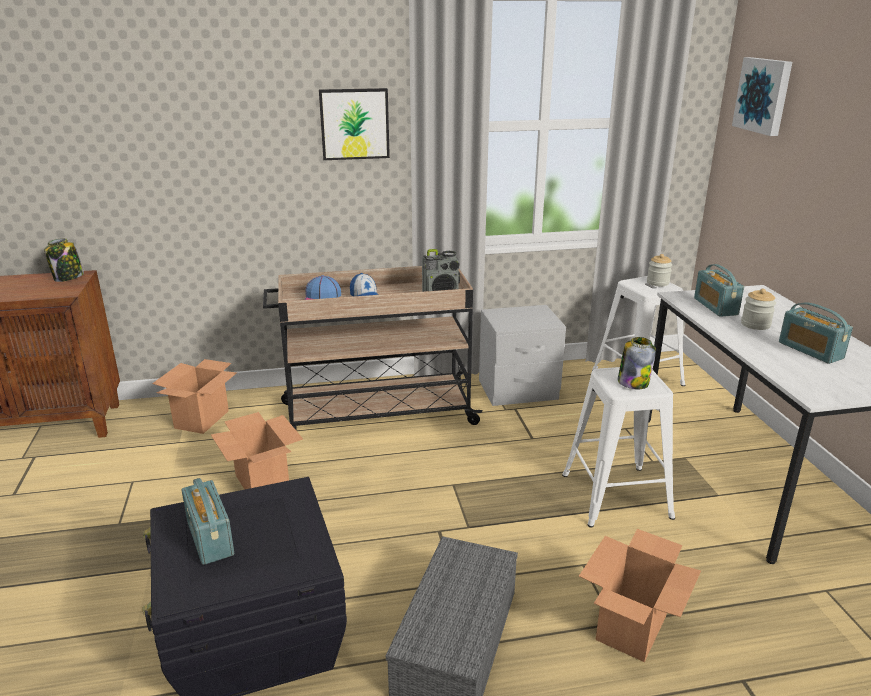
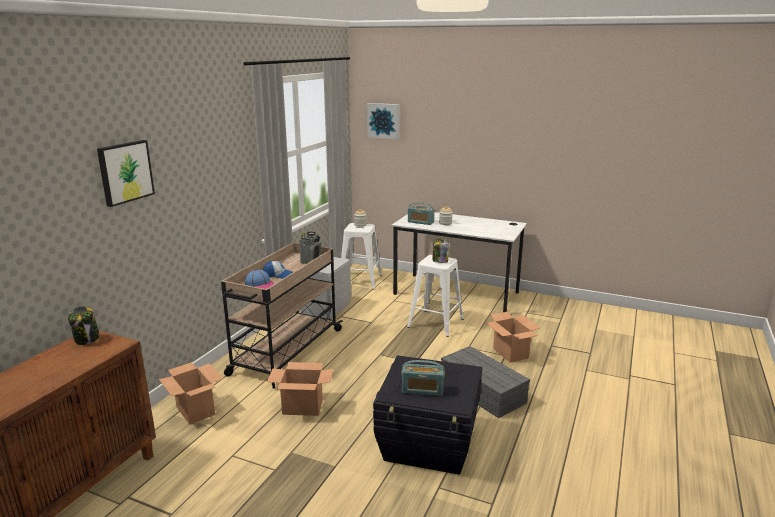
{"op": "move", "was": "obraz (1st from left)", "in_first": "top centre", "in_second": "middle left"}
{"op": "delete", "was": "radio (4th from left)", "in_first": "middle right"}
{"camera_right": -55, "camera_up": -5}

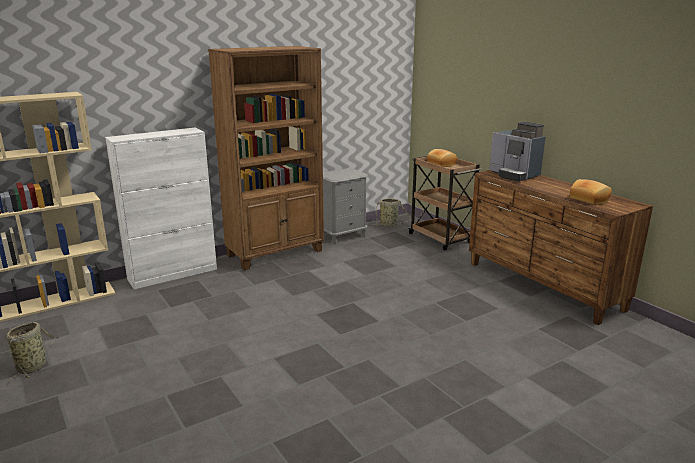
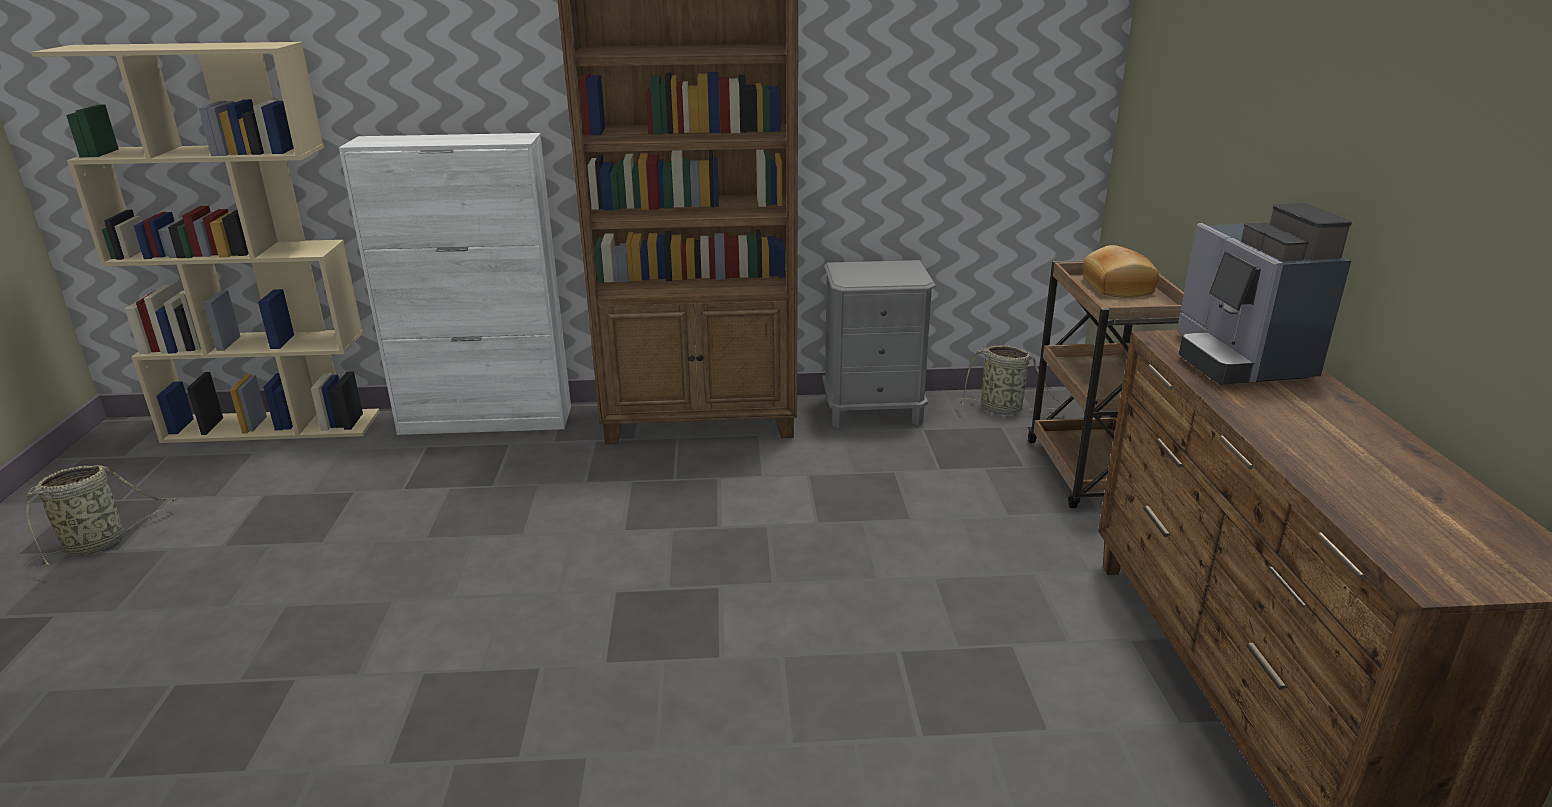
{"op": "delete", "was": "chleb (2nd from left)", "in_first": "middle right"}
{"camera_right": 30, "camera_up": 5}

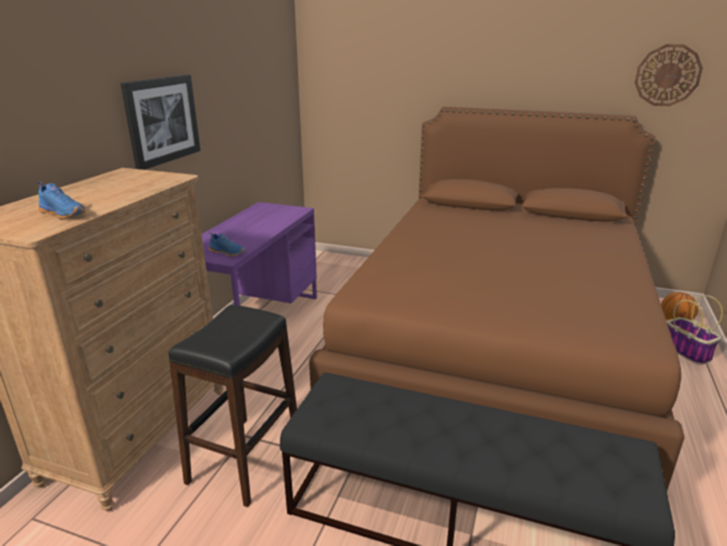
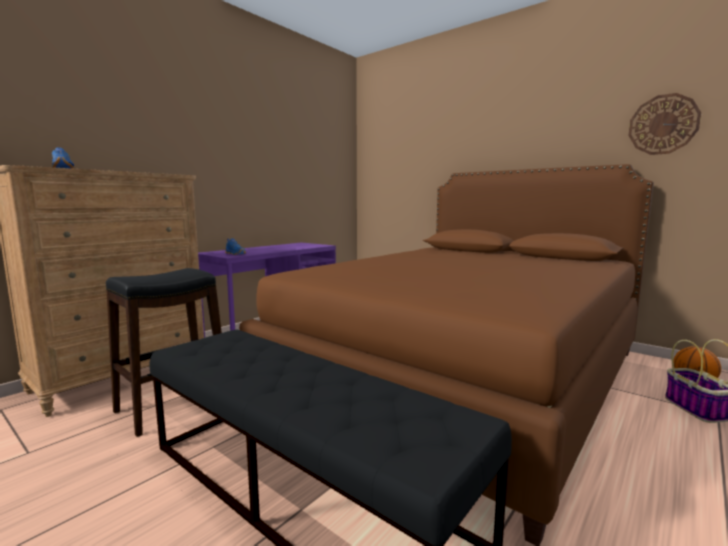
{"op": "delete", "was": "obraz", "in_first": "top left"}
{"camera_right": 20, "camera_up": -15}

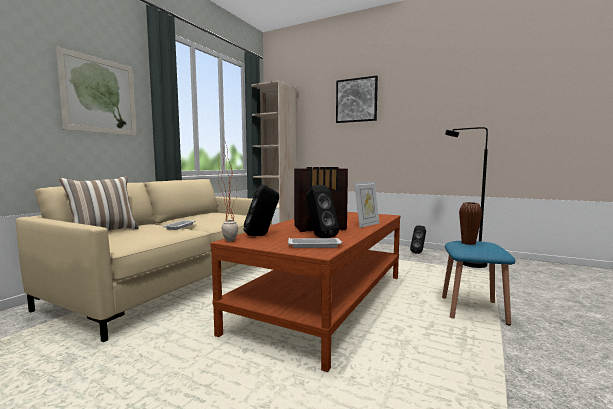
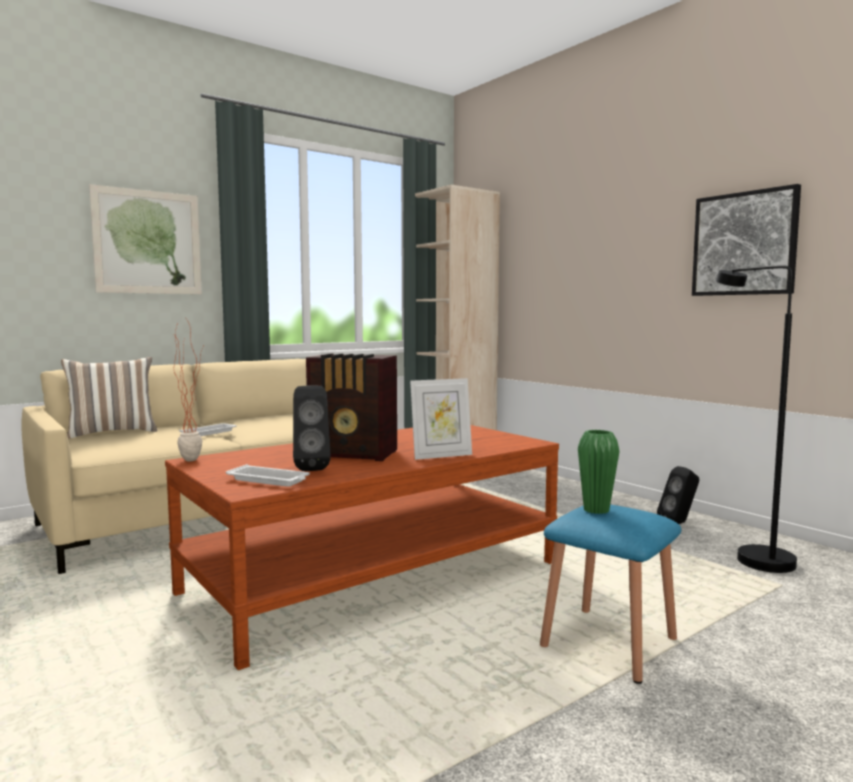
{"op": "recolor", "was": "wazon [brązowy]", "now": "wazon [zielony]", "in_first": "middle right", "in_second": "middle right"}
{"op": "move", "was": "obraz (2nd from left)", "in_first": "top centre", "in_second": "top right"}
{"op": "delete", "was": "głośnik [czarny] (1st from left)", "in_first": "centre"}
{"camera_right": 25, "camera_up": 0}

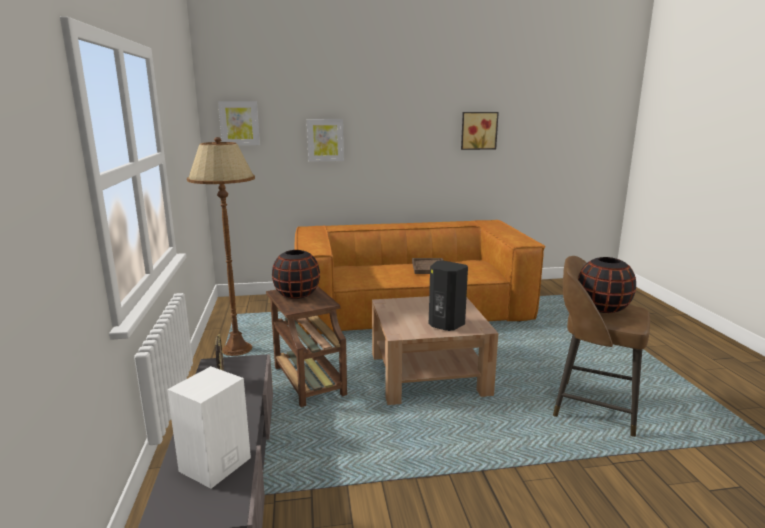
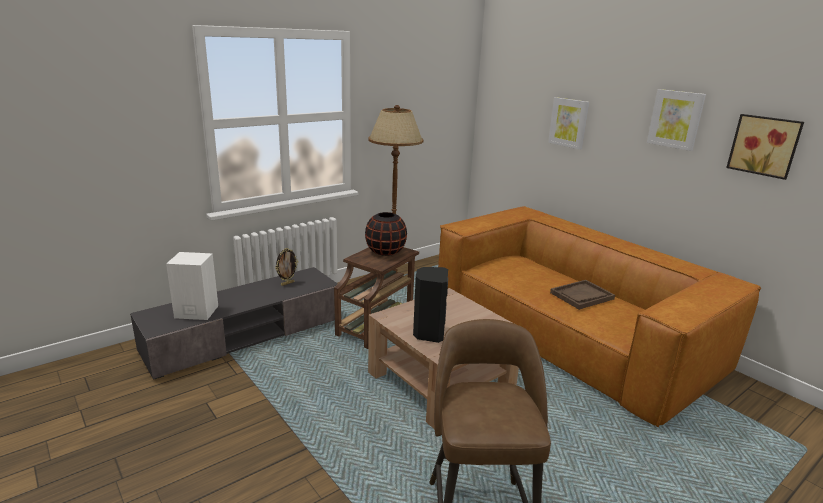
{"op": "move", "was": "obraz (1st from left in the first image)", "now": "obraz (2nd from left)", "in_first": "top left", "in_second": "top right"}
{"op": "delete", "was": "wazon [czarny] (2nd from left)", "in_first": "middle right"}
{"camera_right": 60, "camera_up": 5}

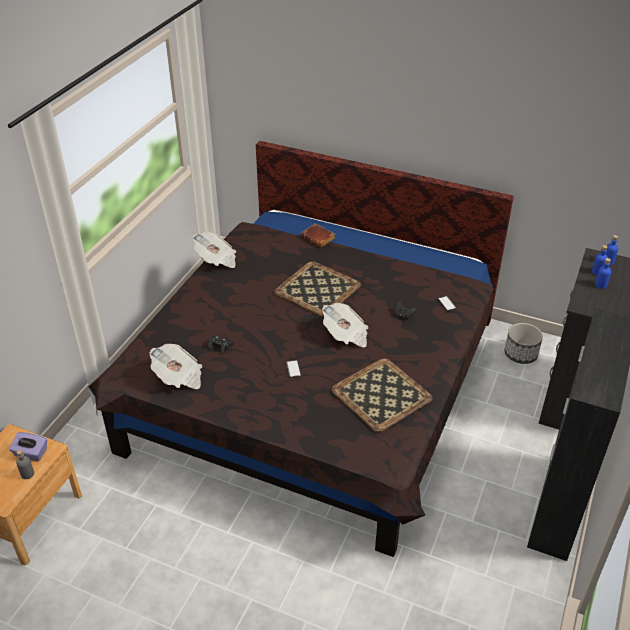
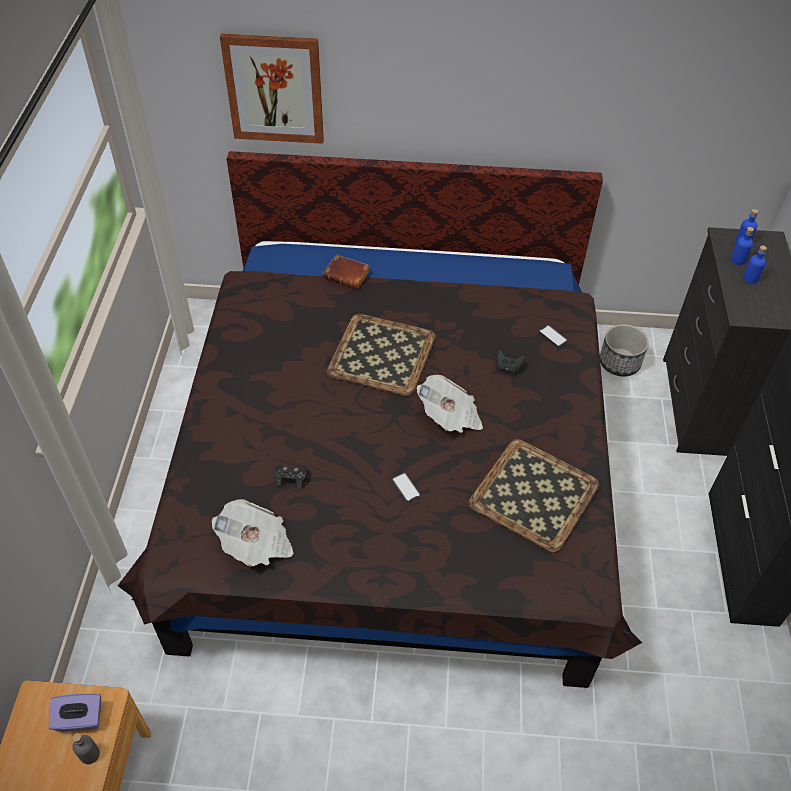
{"op": "insert", "now": "obraz", "in_second": "top centre"}
{"op": "delete", "was": "gazeta (2nd from left)", "in_first": "centre"}
{"camera_right": -20, "camera_up": 10}

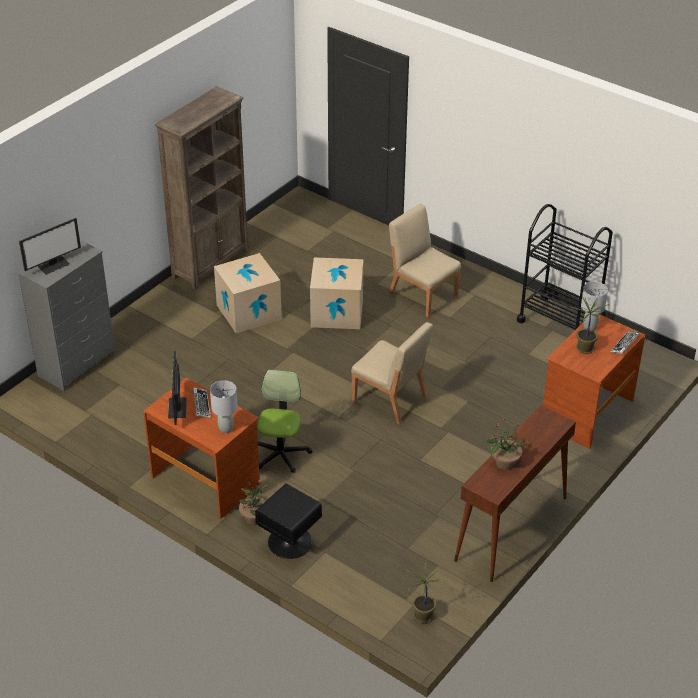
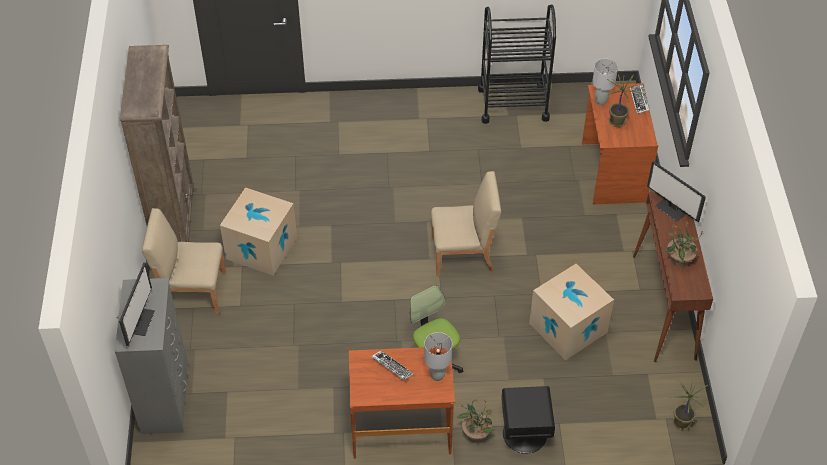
{"op": "move", "was": "krzesło [beżowy] (2nd from left in the first image)", "now": "krzesło [beżowy] (1st from left)", "in_first": "centre", "in_second": "middle left"}
{"op": "move", "was": "karton (2nd from left)", "in_first": "centre", "in_second": "bottom right"}
{"op": "move", "was": "monitor (2nd from left)", "in_first": "middle left", "in_second": "middle right"}
{"camera_right": -40, "camera_up": 10}

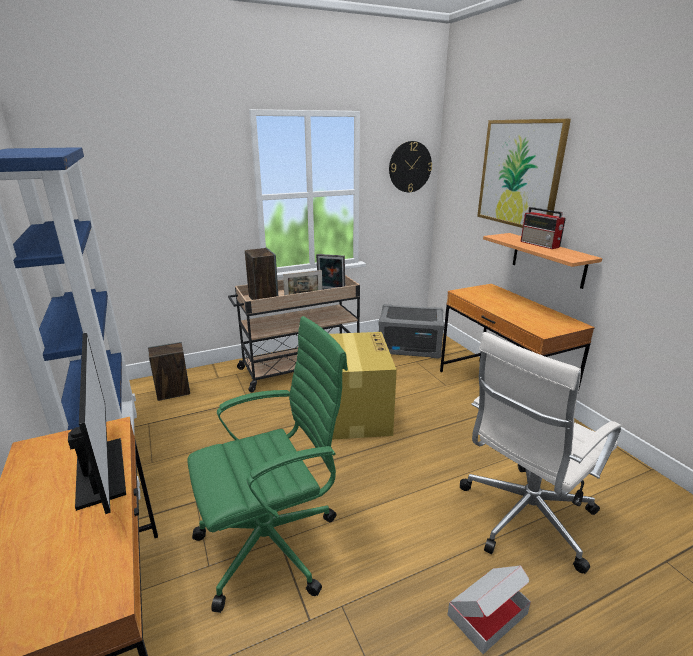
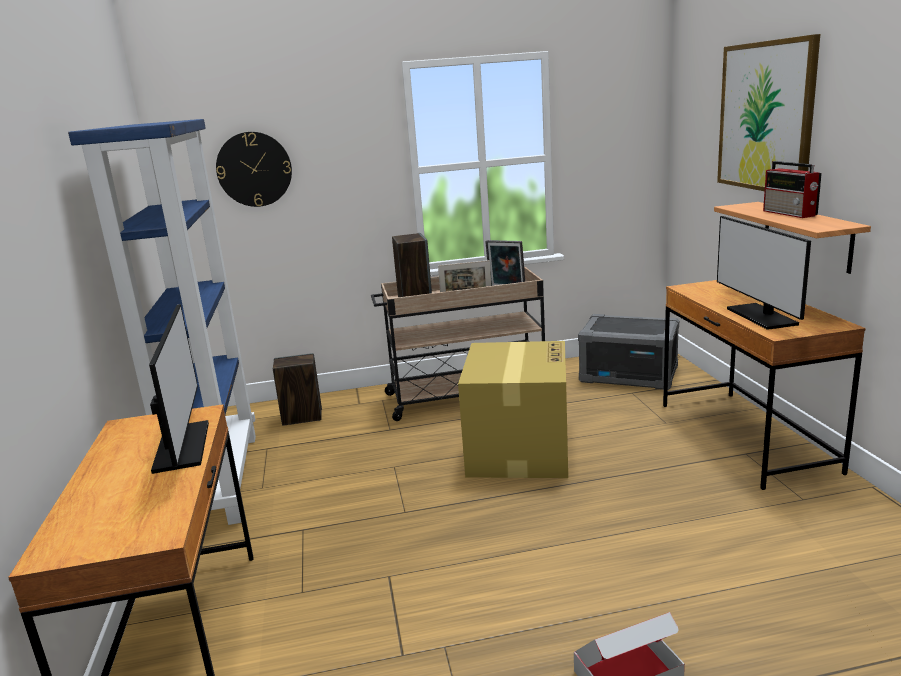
{"op": "move", "was": "zegar ścienny", "in_first": "top centre", "in_second": "top left"}
{"op": "insert", "now": "monitor (2nd from left)", "in_second": "middle right"}
{"op": "delete", "was": "krzesło biurowe [zielony]", "in_first": "bottom centre"}
{"op": "delete", "was": "krzesło biurowe [biały]", "in_first": "bottom right"}
{"camera_right": 15, "camera_up": -5}

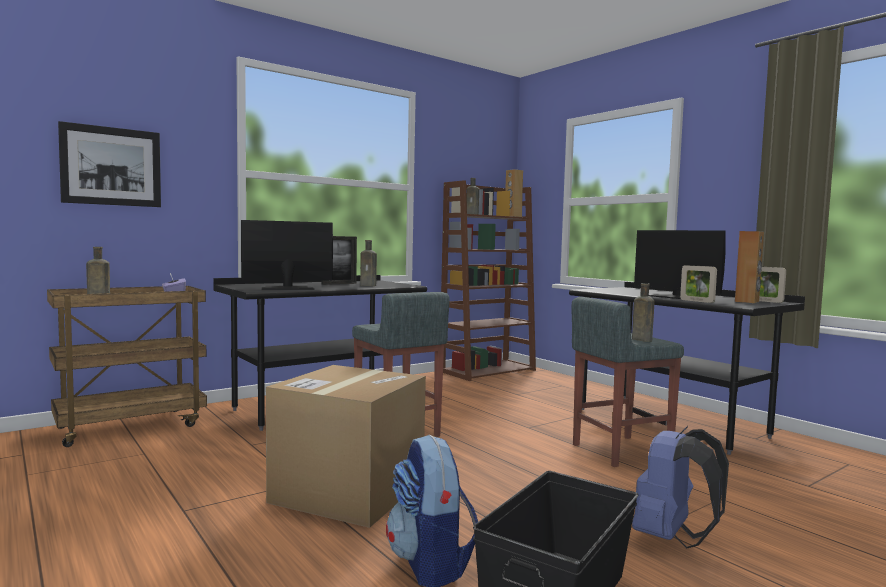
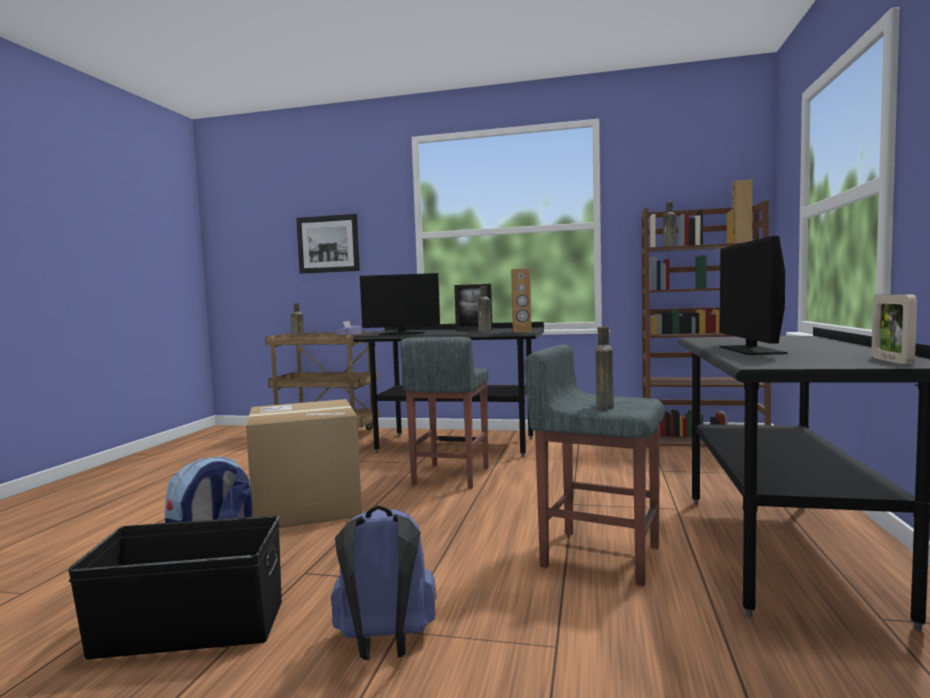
{"op": "rotate", "was": "monitor (1st from left)", "in_first": "middle left", "in_second": "centre", "clockwise": 150}
{"op": "move", "was": "głośnik [brązowy] (2nd from left in the first image)", "now": "głośnik [brązowy] (1st from left)", "in_first": "middle right", "in_second": "centre"}
{"op": "delete", "was": "ramka na zdjęcie (2nd from left)", "in_first": "middle right"}
{"camera_right": 50, "camera_up": 0}

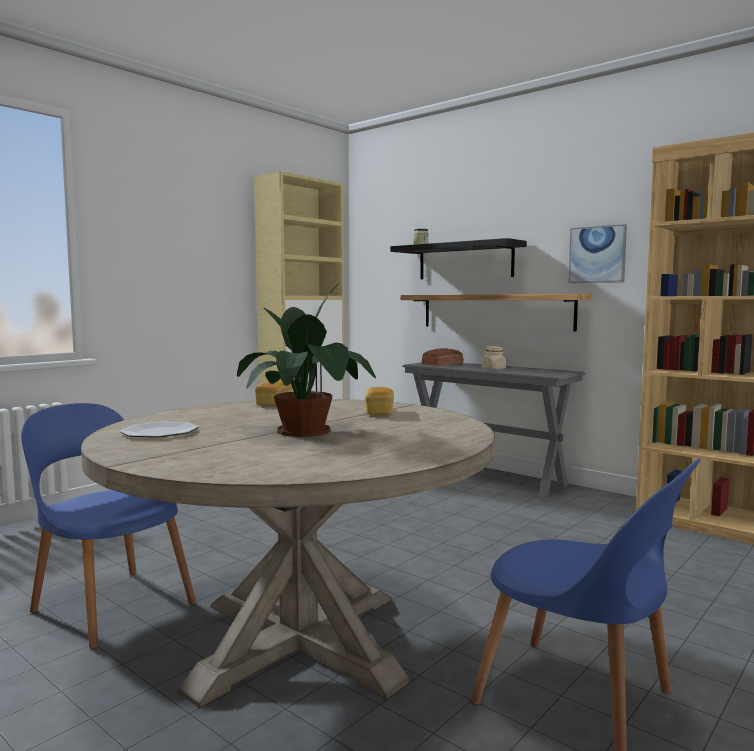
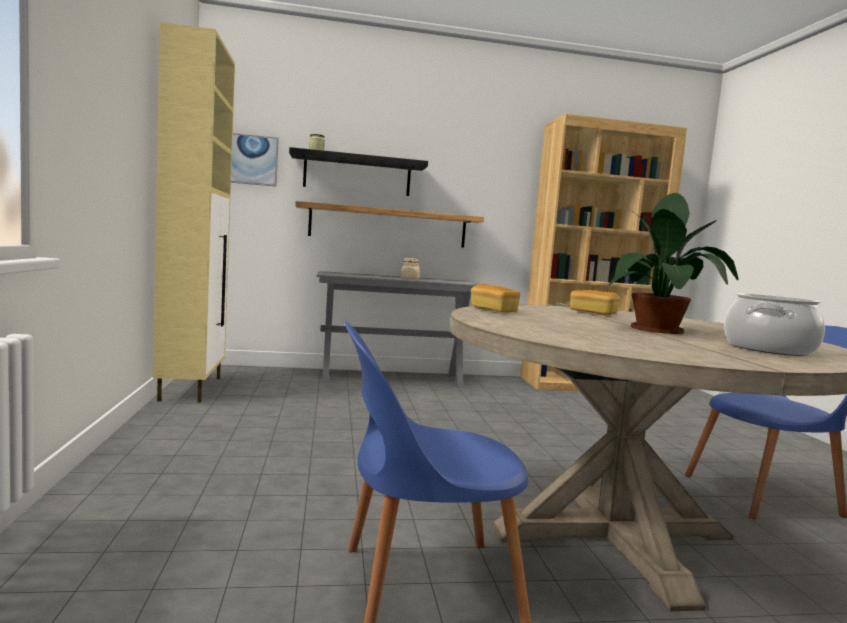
{"op": "move", "was": "obraz", "in_first": "middle right", "in_second": "top left"}
{"op": "insert", "now": "garnek", "in_second": "middle right"}
{"op": "delete", "was": "talerz", "in_first": "middle left"}
{"op": "delete", "was": "chleb (3rd from left)", "in_first": "centre"}
{"camera_right": -50, "camera_up": 0}

